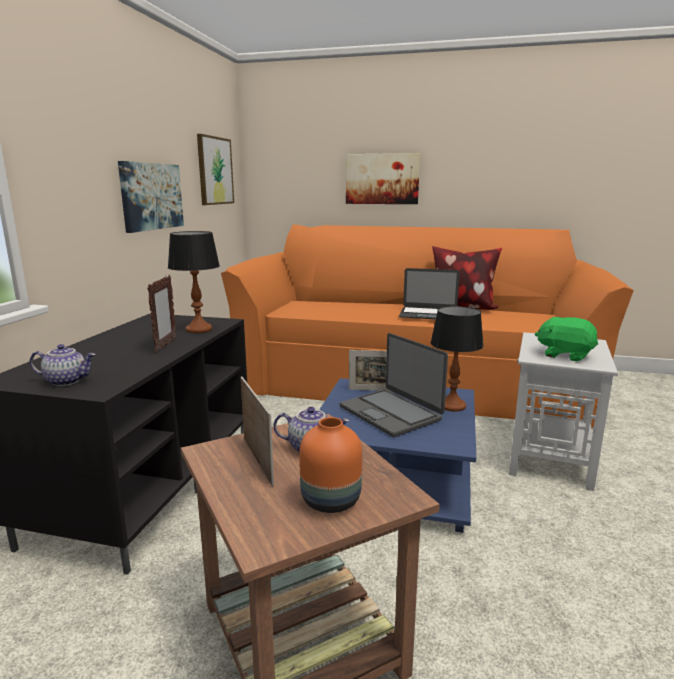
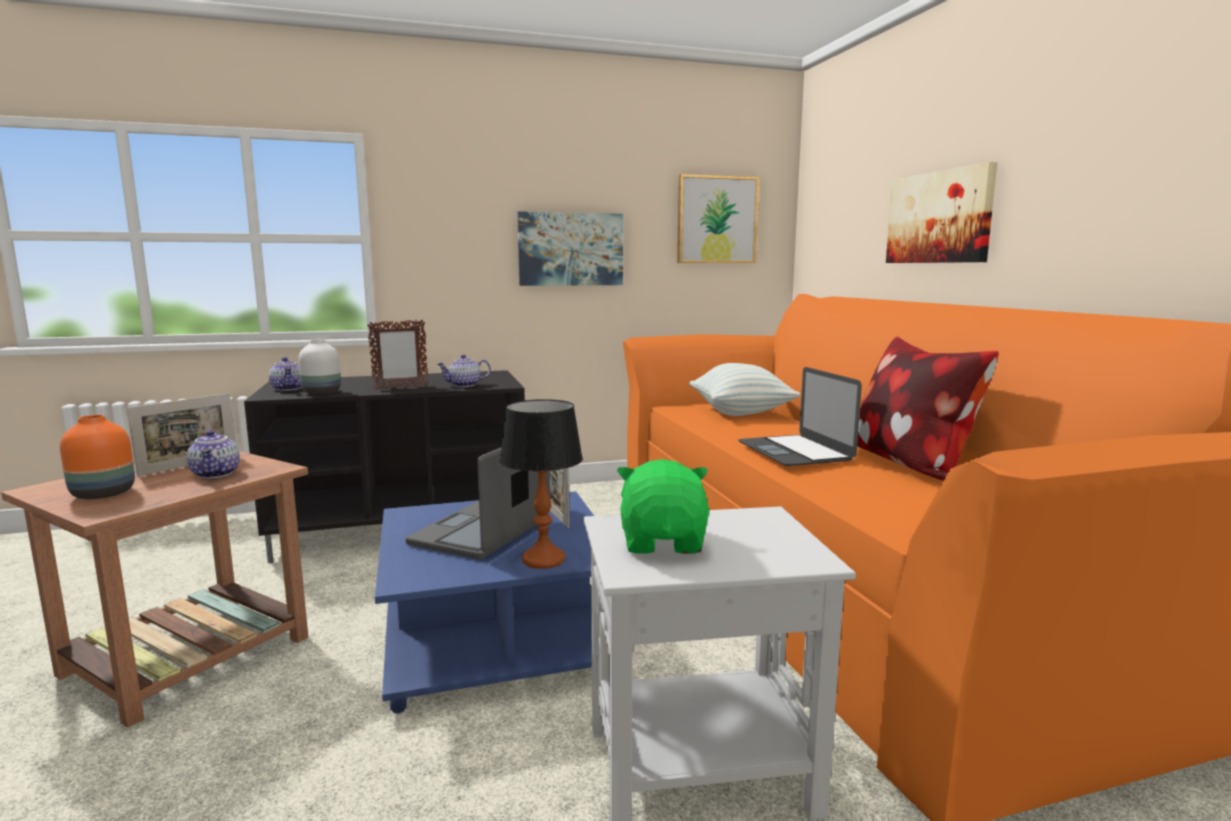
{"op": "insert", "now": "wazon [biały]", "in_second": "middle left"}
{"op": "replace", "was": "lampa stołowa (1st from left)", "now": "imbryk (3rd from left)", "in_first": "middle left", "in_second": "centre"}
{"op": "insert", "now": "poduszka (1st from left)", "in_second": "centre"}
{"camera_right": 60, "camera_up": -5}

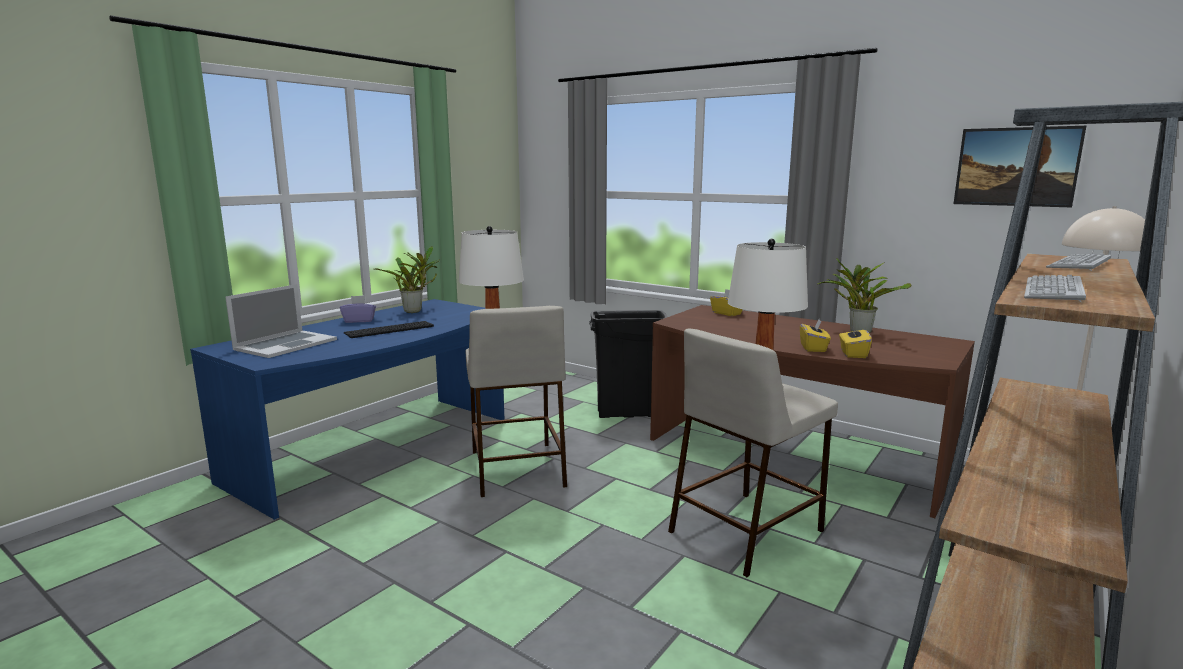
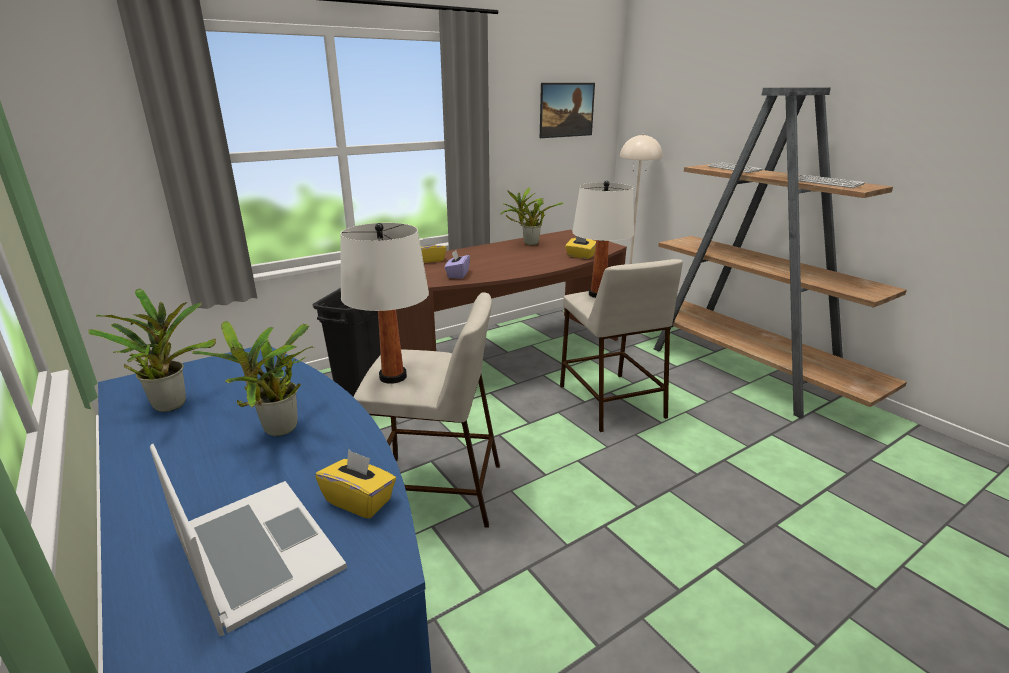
{"op": "replace", "was": "klawiatura (1st from left)", "now": "roślina doniczkowa (2nd from left)", "in_first": "middle left", "in_second": "middle left"}
{"op": "move", "was": "pudełko chusteczek [żółty] (2nd from left in the first image)", "now": "pudełko chusteczek [żółty] (1st from left)", "in_first": "middle right", "in_second": "bottom centre"}
{"op": "move", "was": "pudełko chusteczek [fioletowy]", "in_first": "middle left", "in_second": "centre"}
{"camera_right": -70, "camera_up": 10}

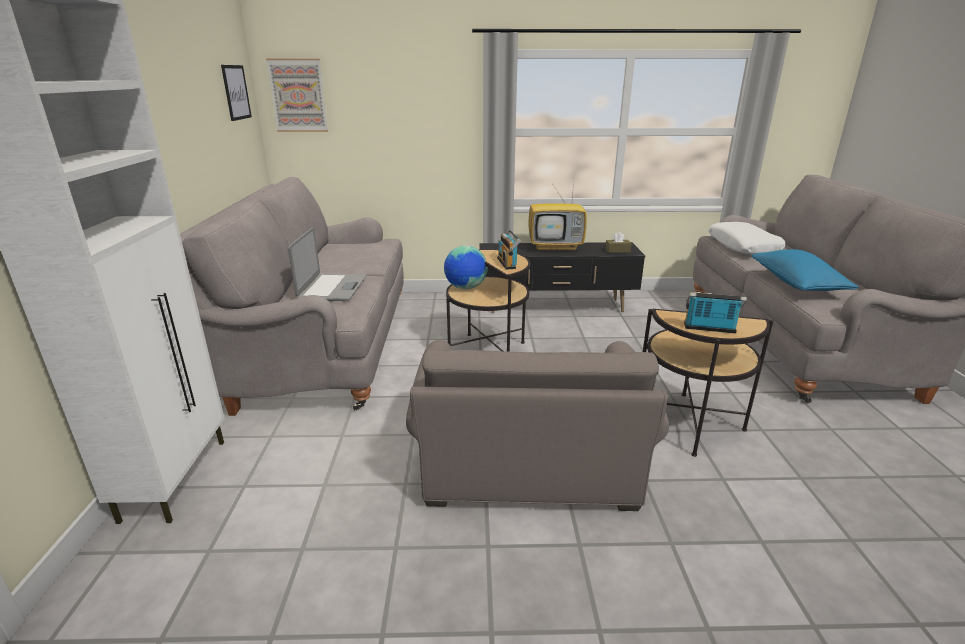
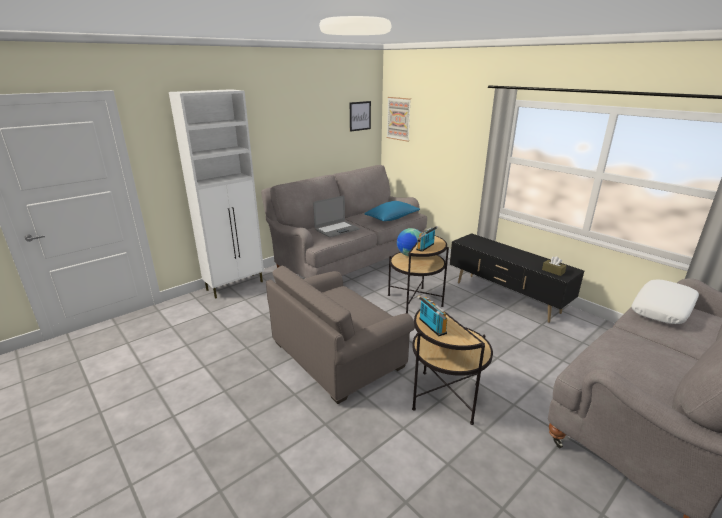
{"op": "move", "was": "poduszka [niebieski]", "in_first": "middle right", "in_second": "centre"}
{"op": "delete", "was": "telewizor", "in_first": "centre"}
{"camera_right": 50, "camera_up": 0}

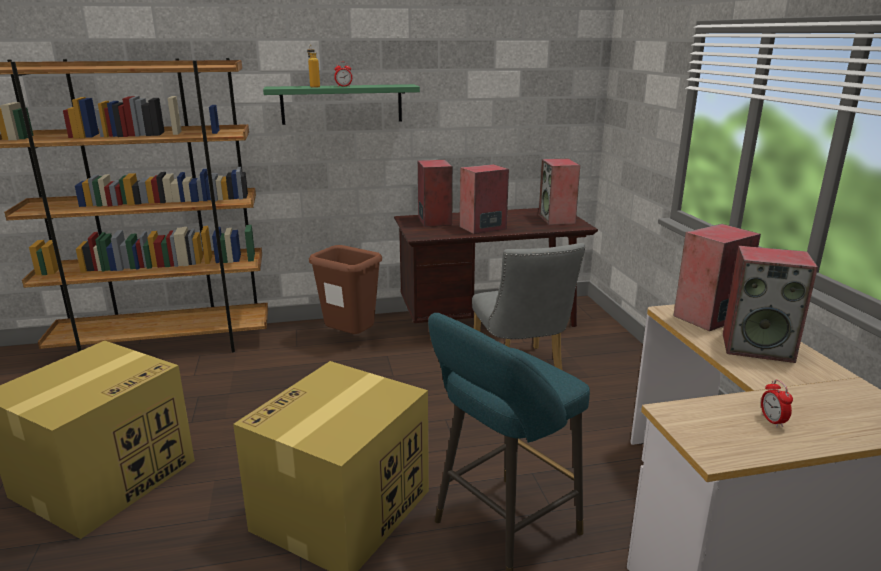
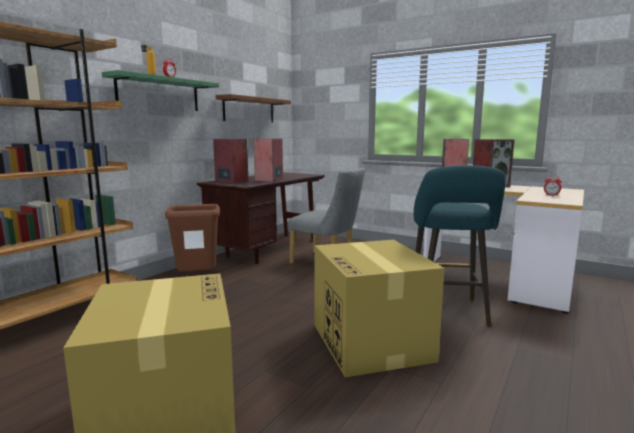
{"op": "insert", "now": "półka [brązowy]", "in_second": "top centre"}
{"op": "delete", "was": "głośnik (3rd from left)", "in_first": "centre"}
{"camera_right": -45, "camera_up": -10}

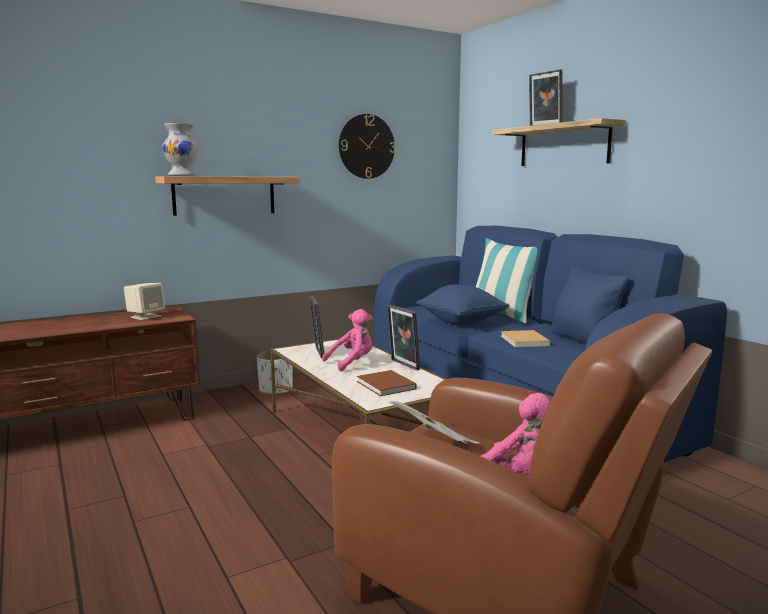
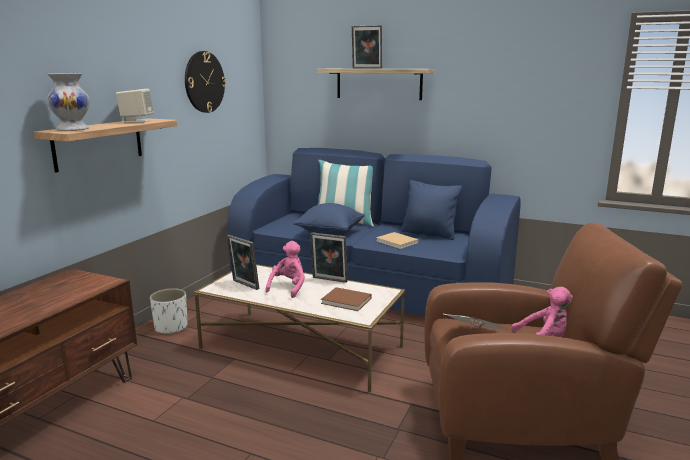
{"op": "move", "was": "głośnik [beżowy]", "in_first": "middle left", "in_second": "top left"}
{"camera_right": -35, "camera_up": 5}

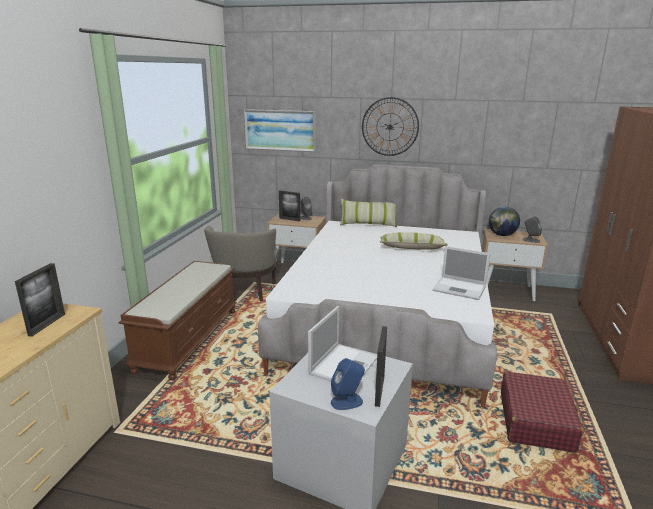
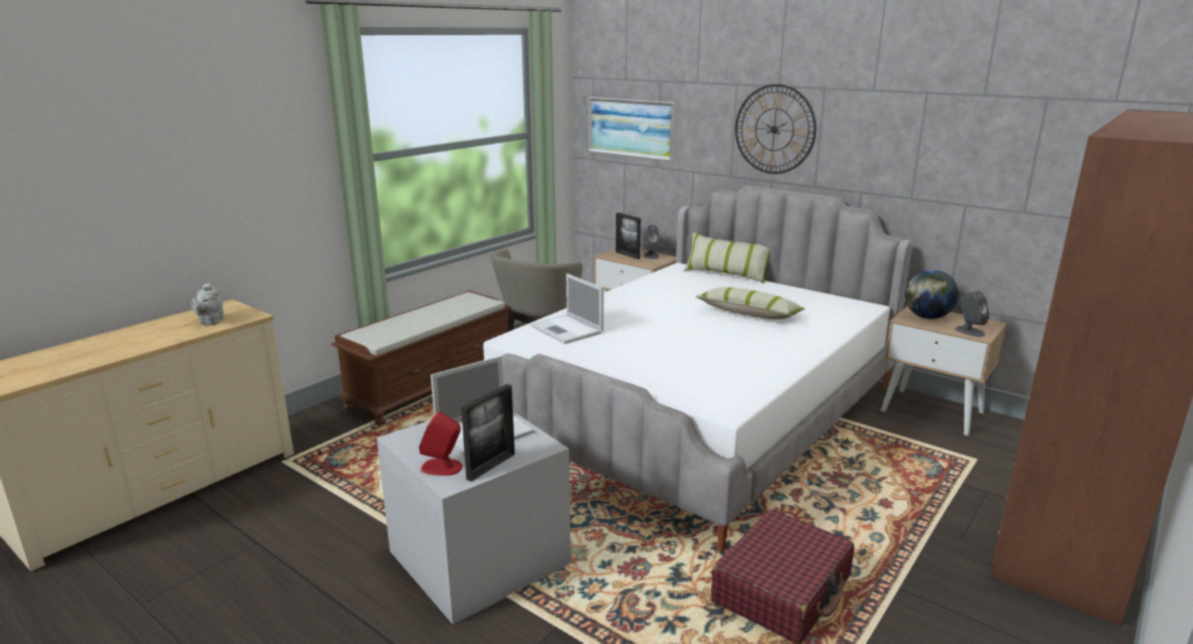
{"op": "replace", "was": "ramka na zdjęcie (1st from left)", "now": "imbryk [szary]", "in_first": "middle left", "in_second": "middle left"}
{"op": "recolor", "was": "głośnik [niebieski]", "now": "głośnik [czerwony]", "in_first": "bottom centre", "in_second": "bottom centre"}
{"op": "move", "was": "laptop (2nd from left)", "in_first": "middle right", "in_second": "centre"}
{"camera_right": 25, "camera_up": 0}

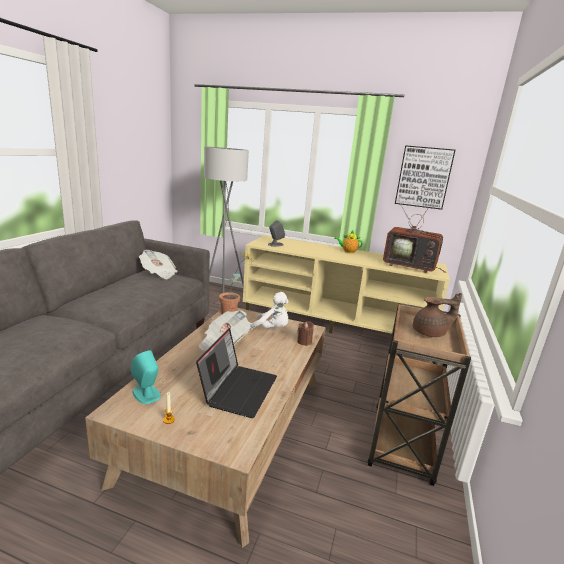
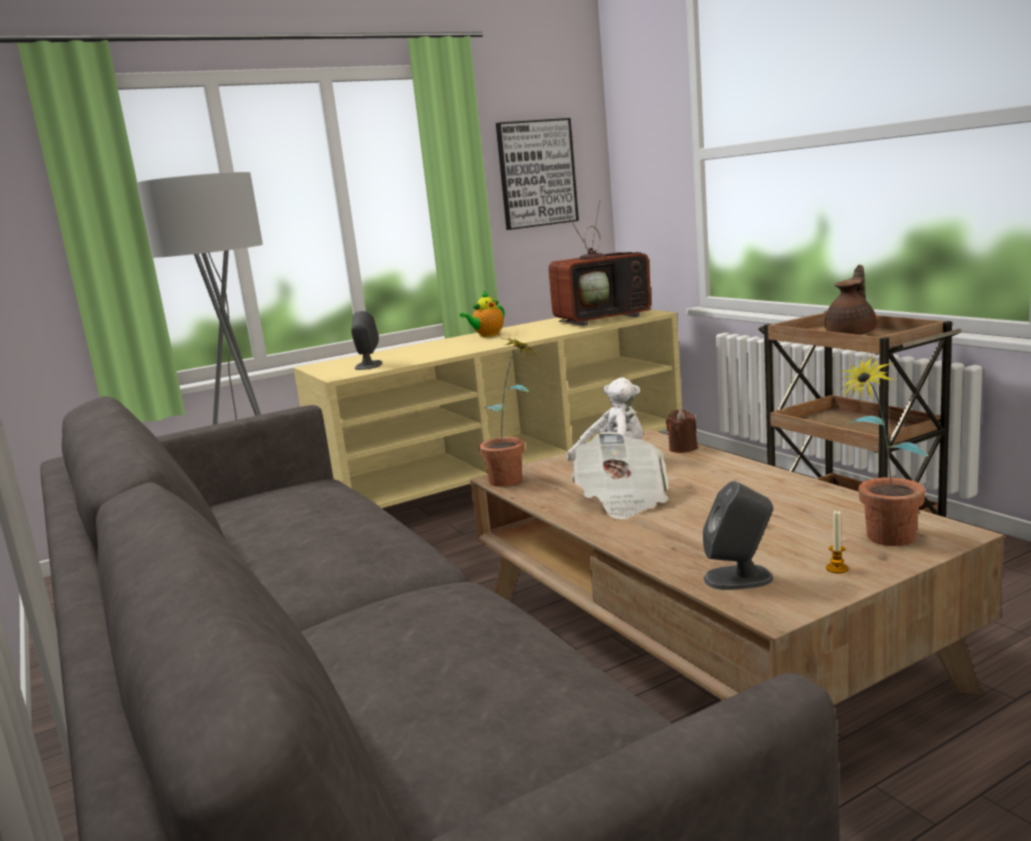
{"op": "recolor", "was": "głośnik [turkusowy]", "now": "głośnik [szary] (2nd from left)", "in_first": "bottom left", "in_second": "middle right"}
{"op": "insert", "now": "roślina doniczkowa (2nd from left)", "in_second": "middle right"}
{"op": "delete", "was": "gazeta (1st from left)", "in_first": "middle left"}
{"op": "delete", "was": "laptop", "in_first": "centre"}
{"camera_right": -45, "camera_up": -5}

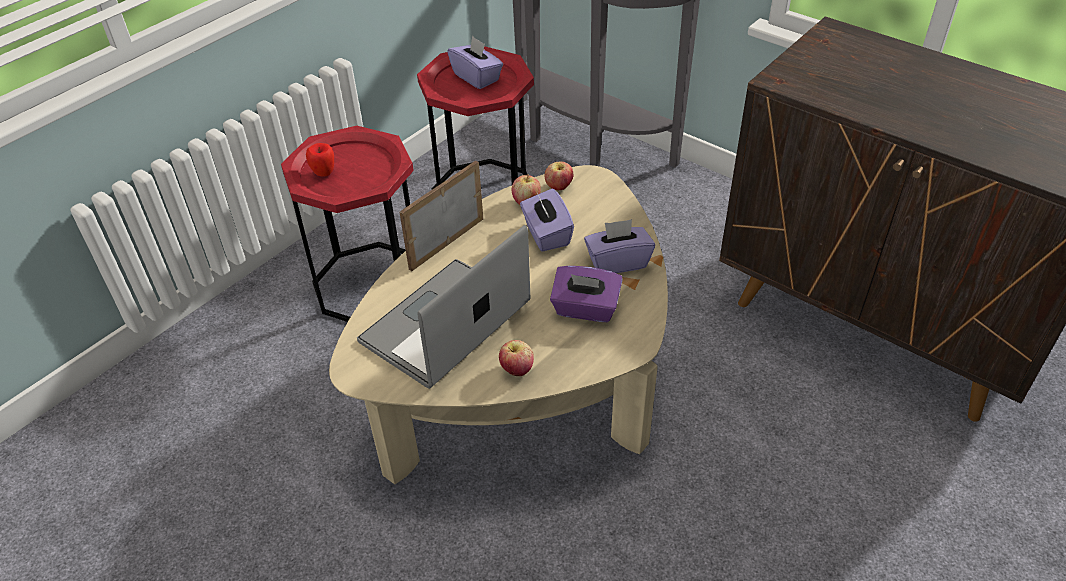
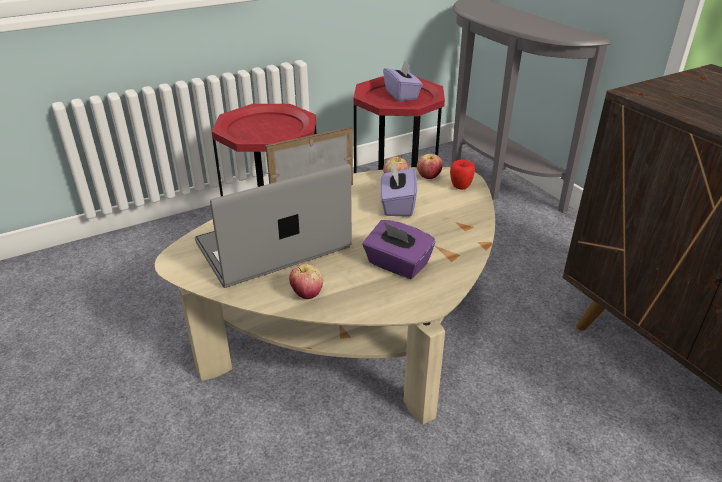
{"op": "move", "was": "jabłko (1st from left in the first image)", "now": "jabłko (4th from left)", "in_first": "top left", "in_second": "centre"}
{"op": "delete", "was": "pudełko chusteczek [fioletowy] (4th from left)", "in_first": "centre"}
{"camera_right": 20, "camera_up": -10}

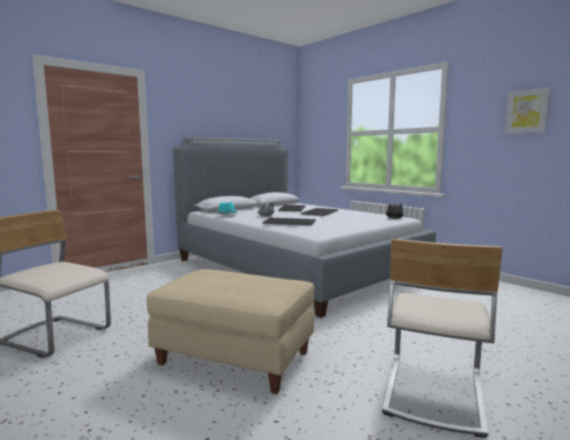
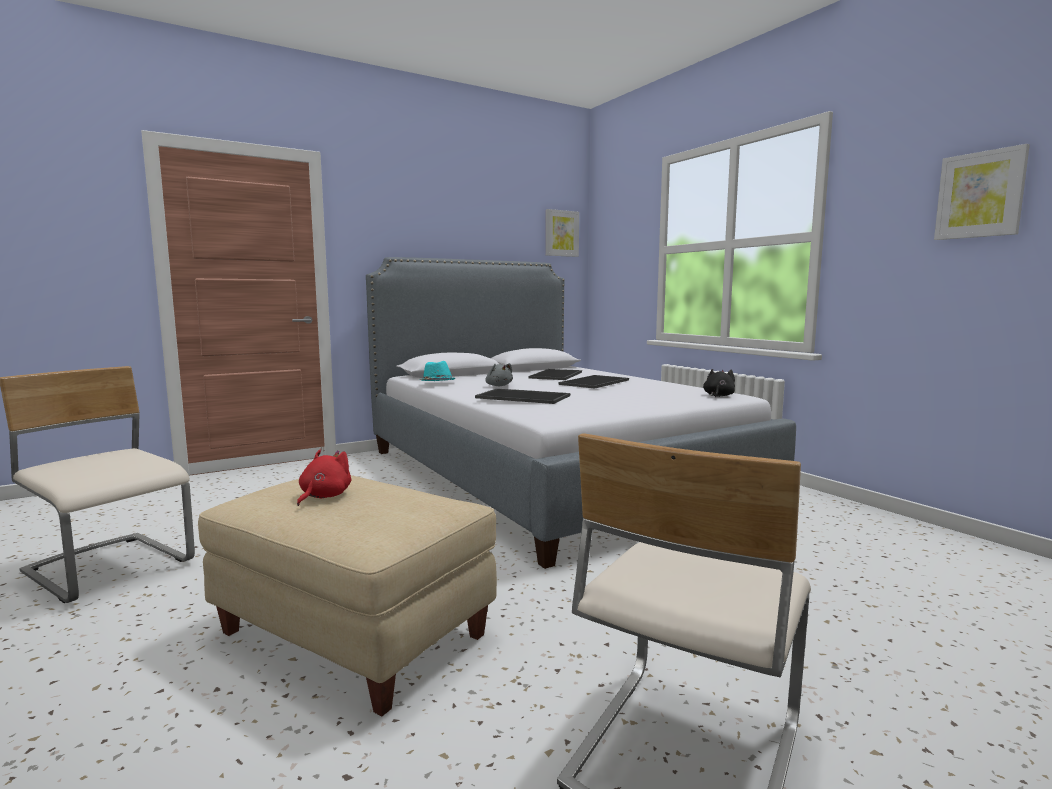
{"op": "insert", "now": "pluszak [czerwony]", "in_second": "middle left"}
{"op": "insert", "now": "obraz (1st from left)", "in_second": "top centre"}
{"camera_right": 10, "camera_up": 0}

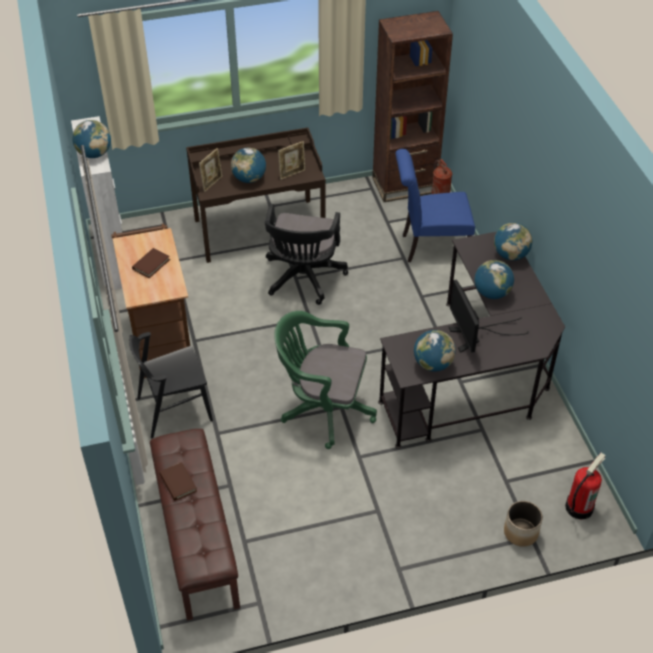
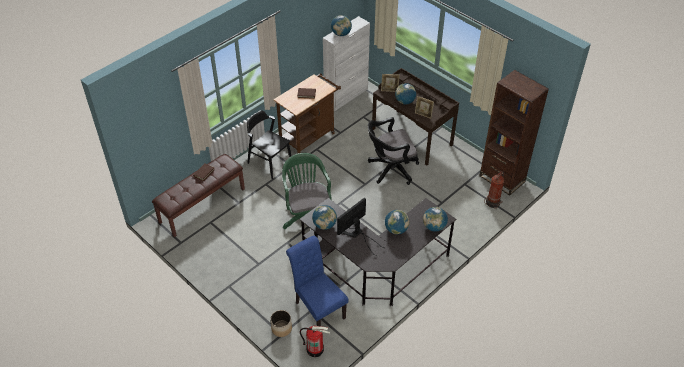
{"op": "move", "was": "krzesło [niebieski]", "in_first": "top centre", "in_second": "bottom centre"}
{"camera_right": 60, "camera_up": 0}

